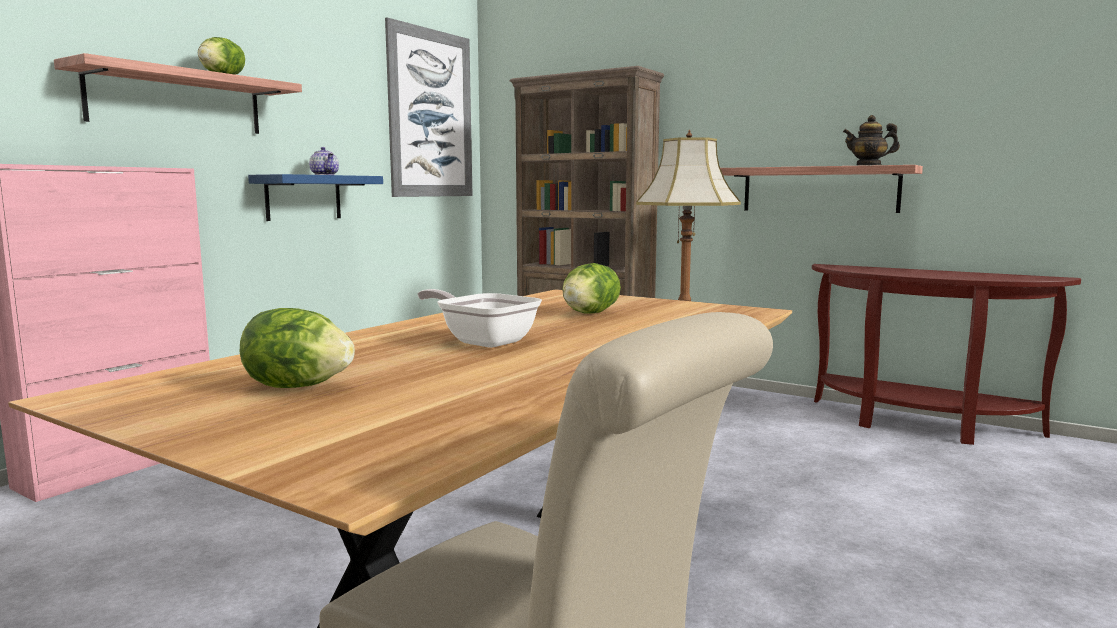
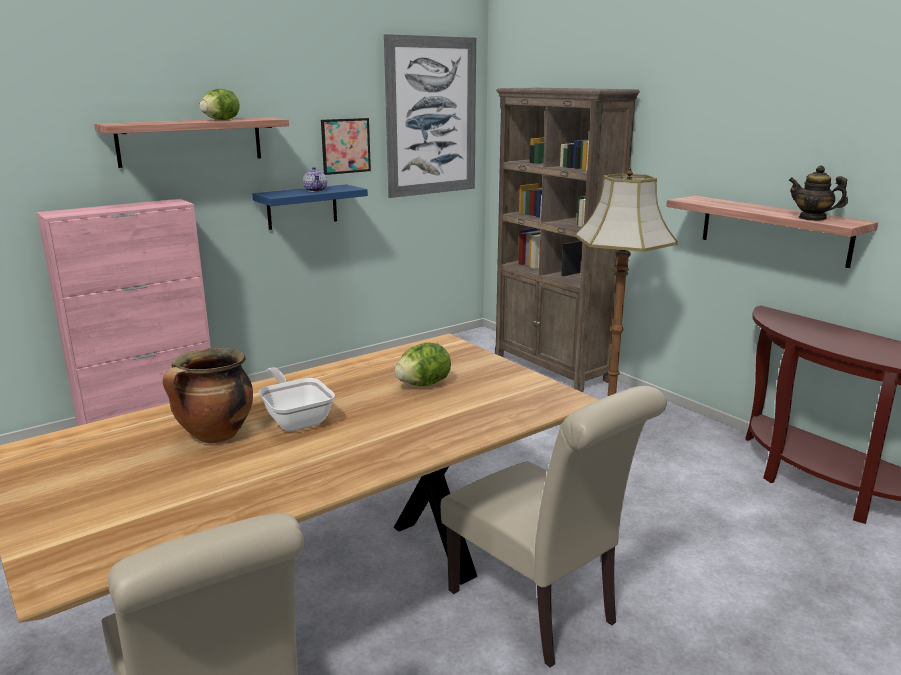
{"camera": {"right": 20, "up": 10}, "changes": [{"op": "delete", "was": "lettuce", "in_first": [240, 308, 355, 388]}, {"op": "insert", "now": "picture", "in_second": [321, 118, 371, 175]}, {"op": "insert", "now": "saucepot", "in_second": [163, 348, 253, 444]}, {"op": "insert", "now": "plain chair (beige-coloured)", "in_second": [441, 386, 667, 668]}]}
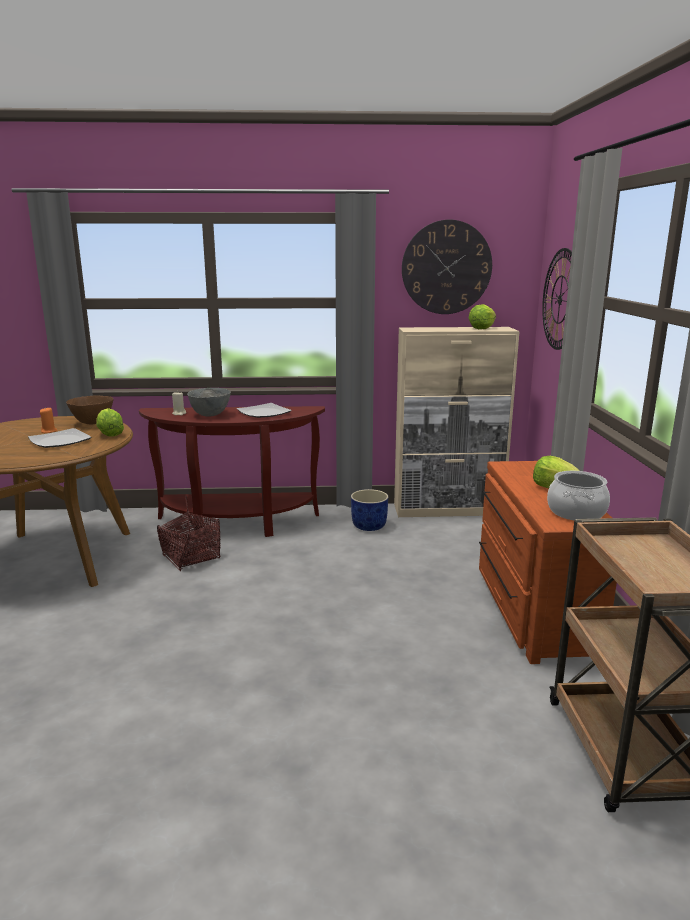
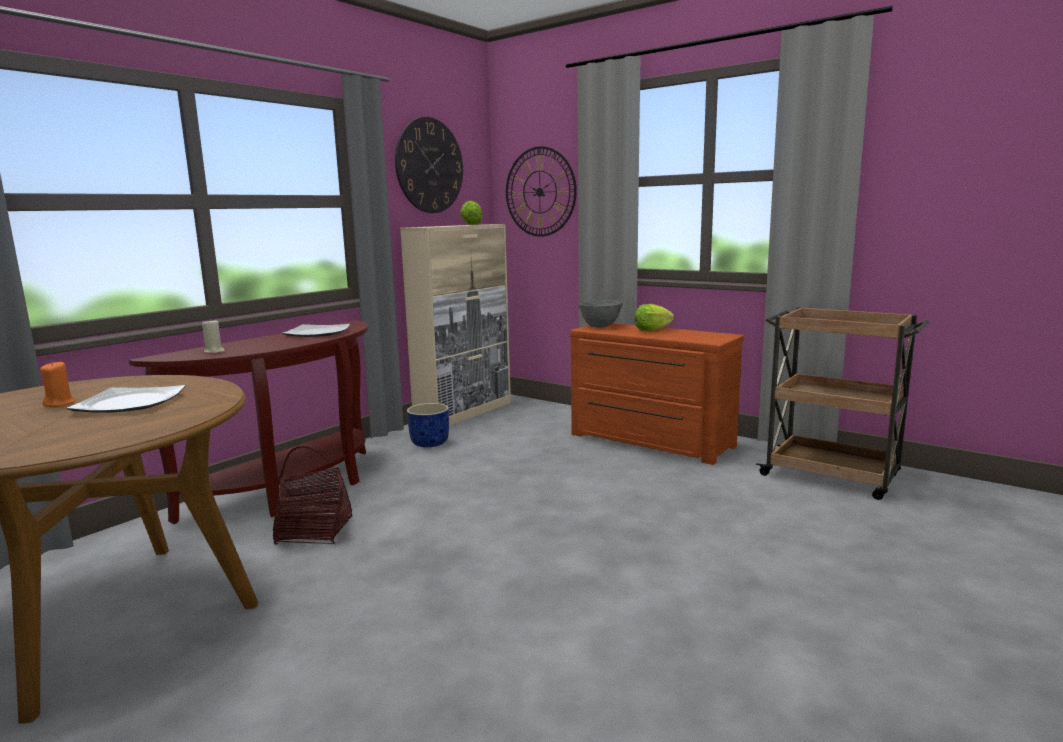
{"camera": {"right": -50, "up": -5}, "changes": [{"op": "move", "was": "deep dish (greyish)", "in_first": [187, 388, 231, 417], "in_second": [578, 300, 623, 328]}, {"op": "delete", "was": "deep dish (brownish)", "in_first": [66, 395, 114, 424]}, {"op": "delete", "was": "lettuce", "in_first": [96, 408, 124, 437]}, {"op": "delete", "was": "saucepot", "in_first": [547, 471, 610, 520]}]}
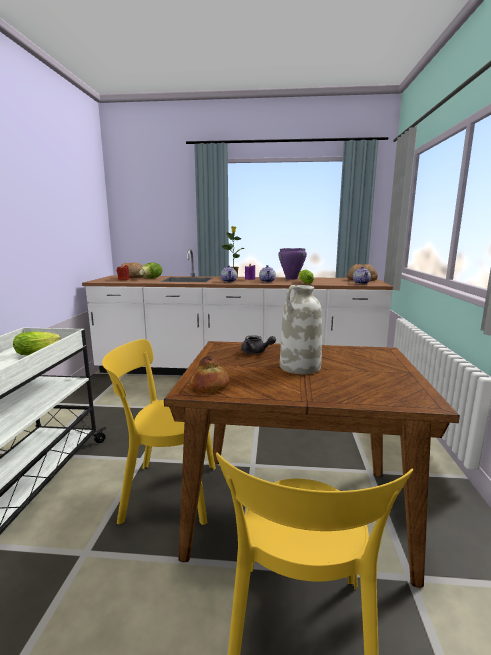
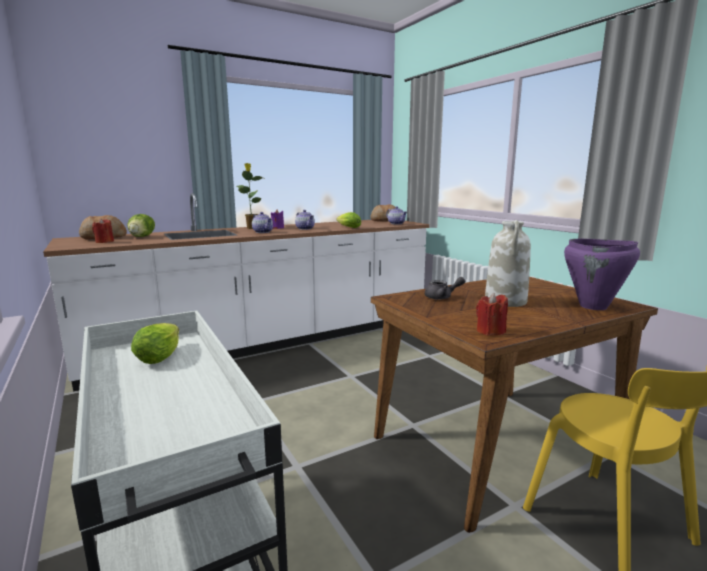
{"camera": {"right": -35, "up": 0}, "changes": [{"op": "move", "was": "saucepot (purplish)", "in_first": [278, 248, 307, 280], "in_second": [564, 239, 640, 310]}, {"op": "delete", "was": "plain chair (yellow)", "in_first": [102, 339, 216, 525]}, {"op": "replace", "was": "baked bread", "now": "candle (red-coloured)", "in_first": [191, 356, 229, 393], "in_second": [476, 292, 508, 336]}]}
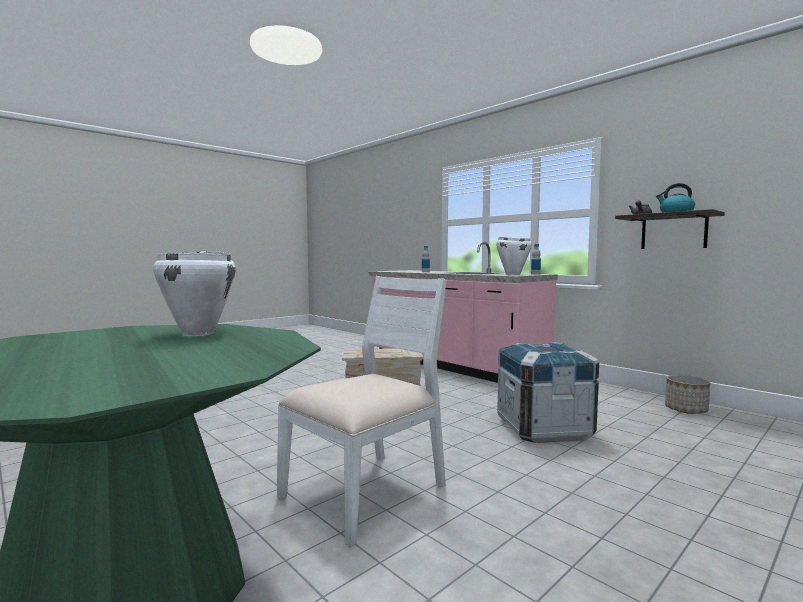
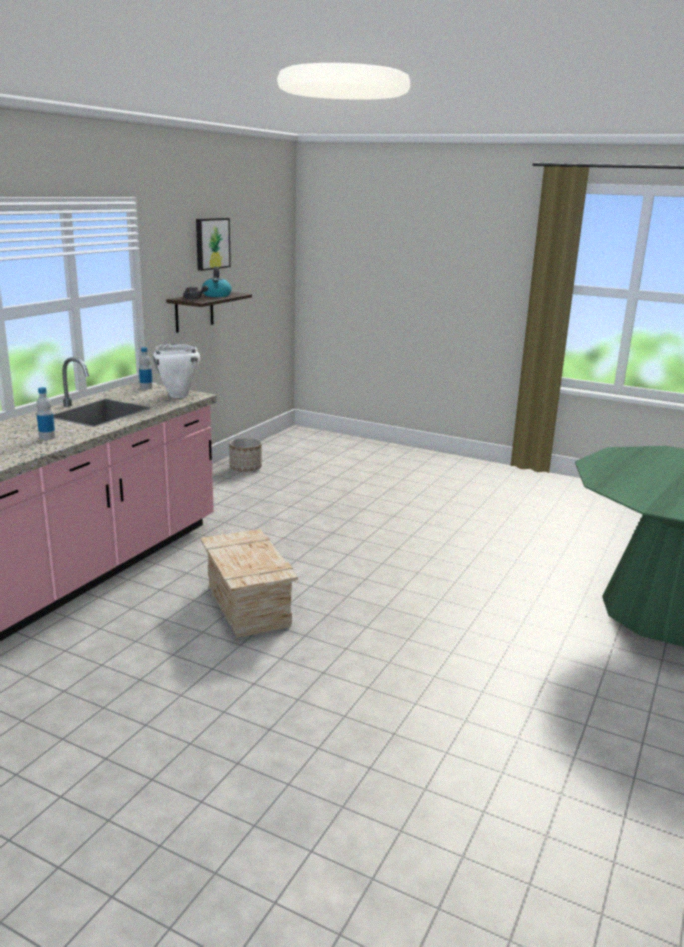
{"camera": {"right": -110, "up": 15}, "changes": [{"op": "delete", "was": "saucepot (whitish)", "in_first": [153, 251, 236, 336]}, {"op": "delete", "was": "plain chair (whitish)", "in_first": [277, 276, 447, 547]}, {"op": "delete", "was": "shipping crate", "in_first": [497, 342, 599, 443]}, {"op": "insert", "now": "picture", "in_second": [196, 218, 231, 271]}]}
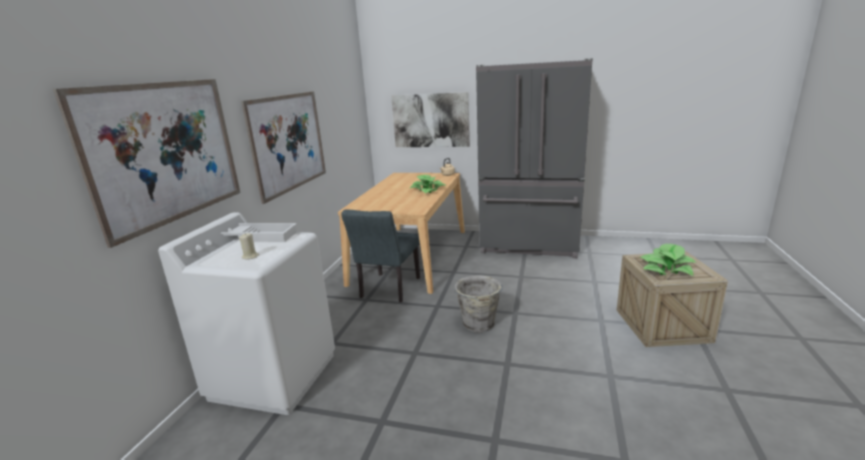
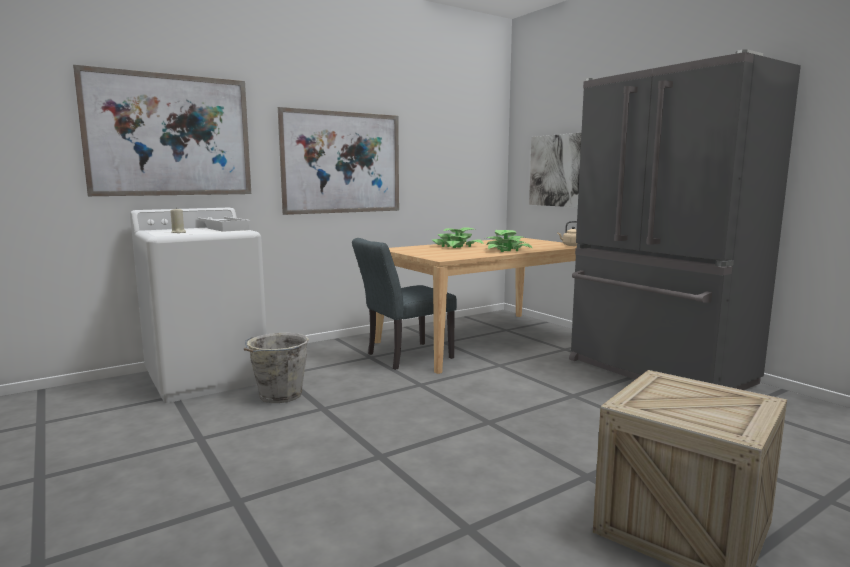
{"camera": {"right": 40, "up": -10}, "changes": [{"op": "move", "was": "plant in a pot", "in_first": [641, 244, 697, 276], "in_second": [432, 227, 484, 248]}, {"op": "move", "was": "pail (greyish)", "in_first": [454, 275, 504, 333], "in_second": [244, 333, 309, 403]}]}
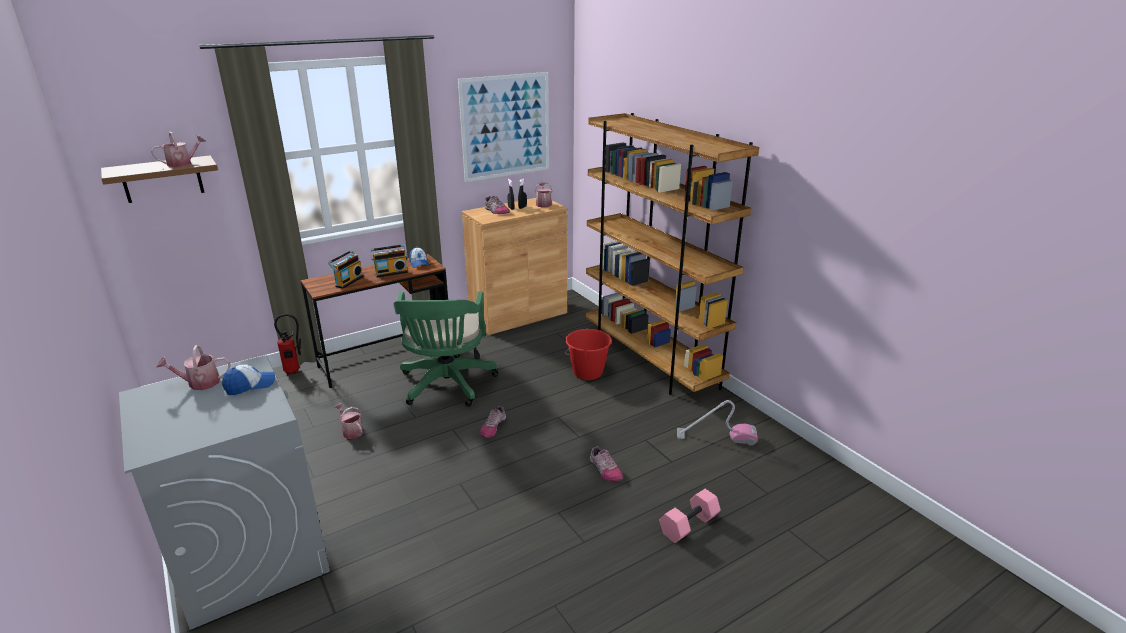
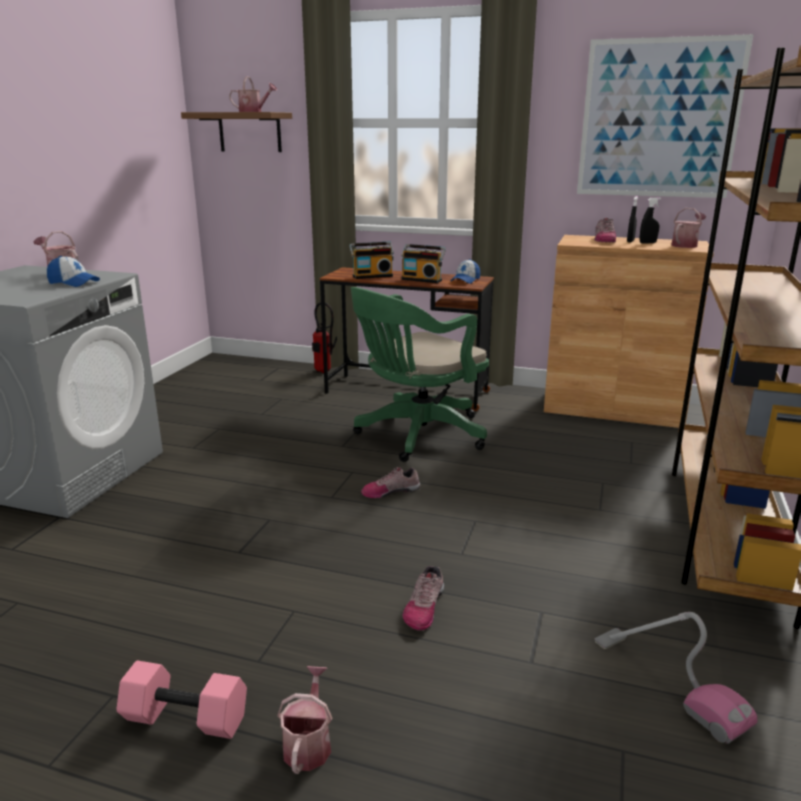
{"camera": {"right": 50, "up": -5}, "changes": [{"op": "delete", "was": "pail (red-coloured)", "in_first": [565, 329, 612, 380]}, {"op": "move", "was": "watering can", "in_first": [334, 403, 364, 439], "in_second": [277, 666, 332, 774]}, {"op": "move", "was": "hand weight (pink)", "in_first": [659, 489, 721, 543], "in_second": [116, 661, 247, 739]}]}
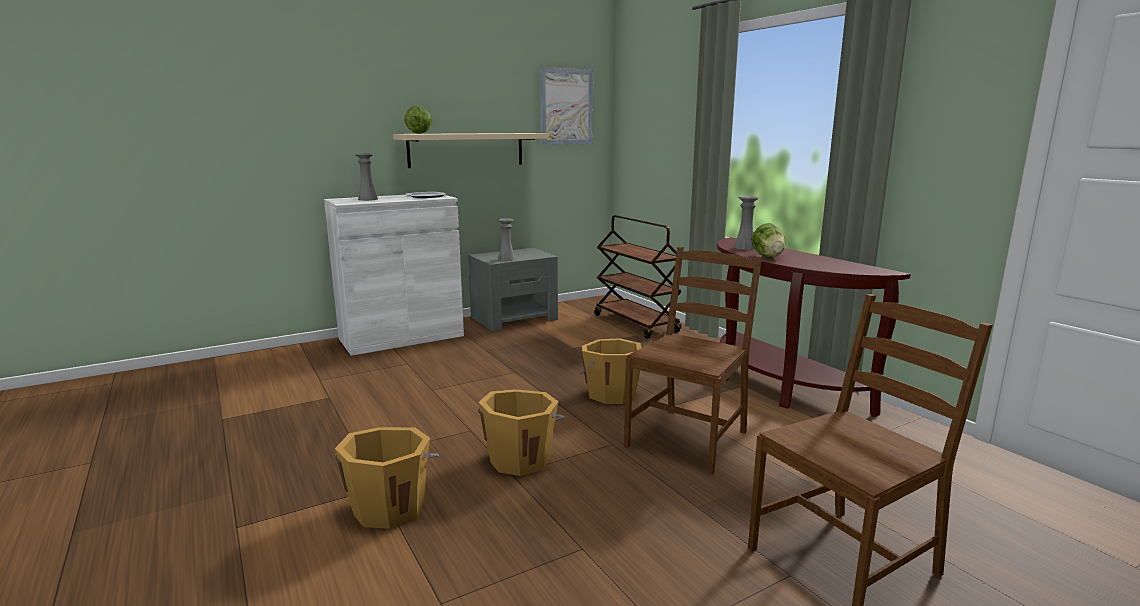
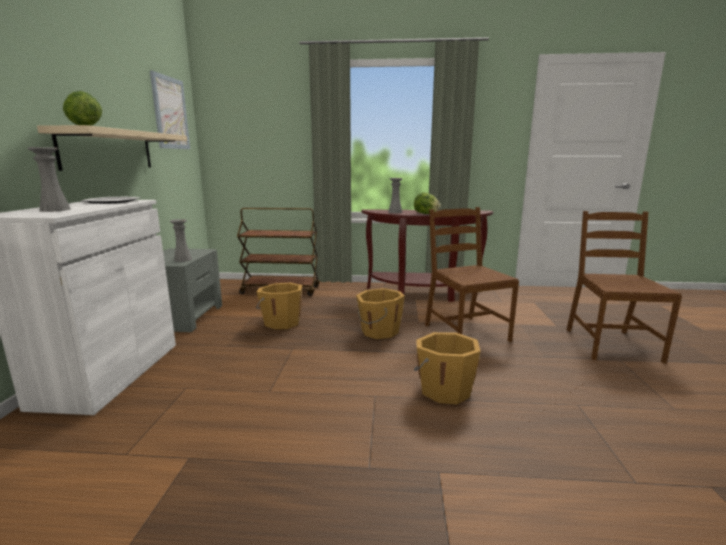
{"camera": {"right": -55, "up": 0}, "changes": [{"op": "move", "was": "pail (orange-coloured)", "in_first": [335, 427, 439, 529], "in_second": [256, 283, 302, 330]}]}
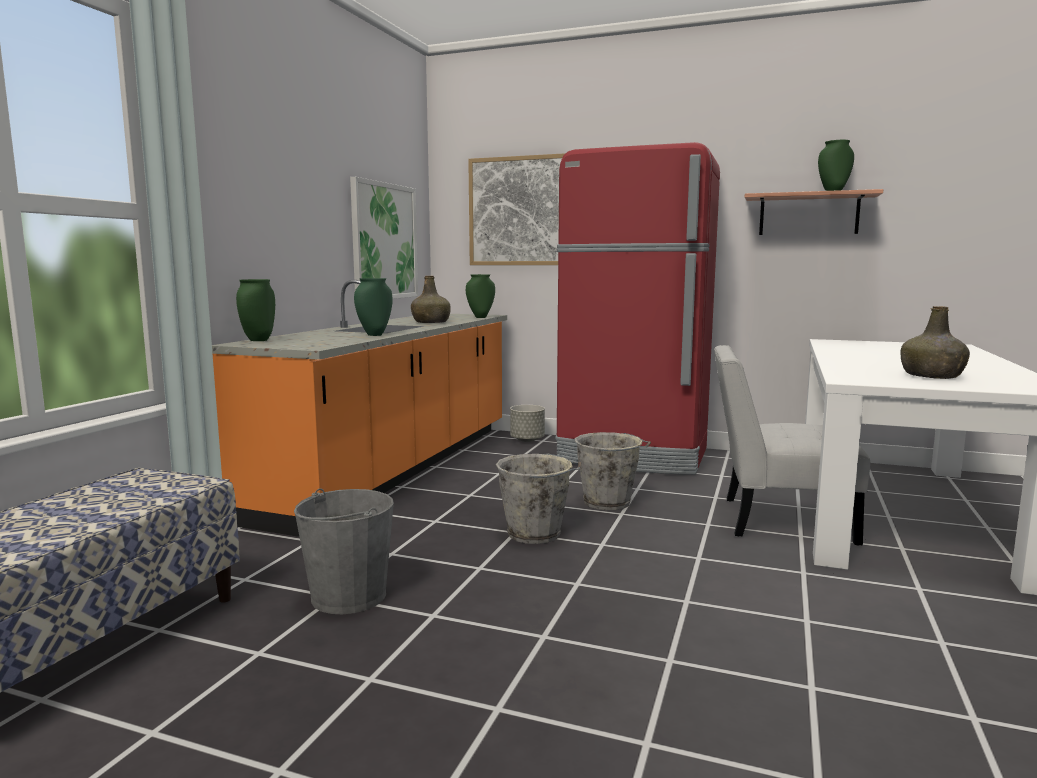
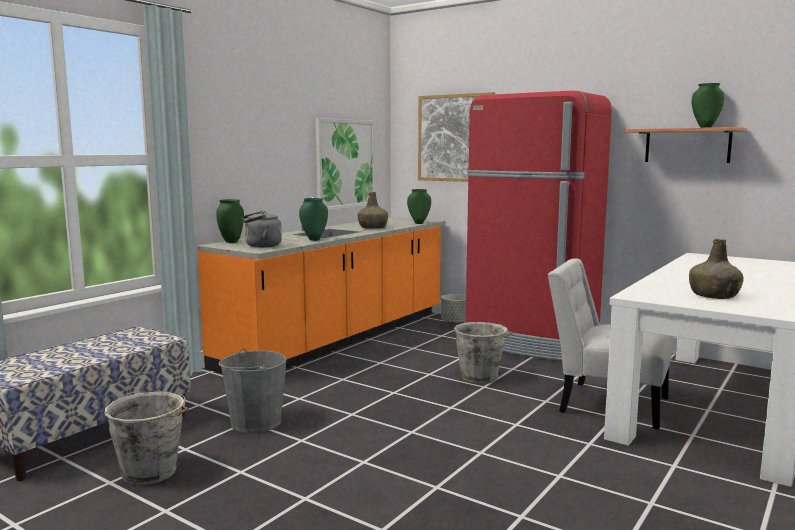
{"camera": {"right": 15, "up": 0}, "changes": [{"op": "move", "was": "pail (greyish)", "in_first": [496, 453, 581, 544], "in_second": [104, 392, 188, 485]}, {"op": "insert", "now": "tea kettle (greyish)", "in_second": [241, 211, 282, 247]}]}
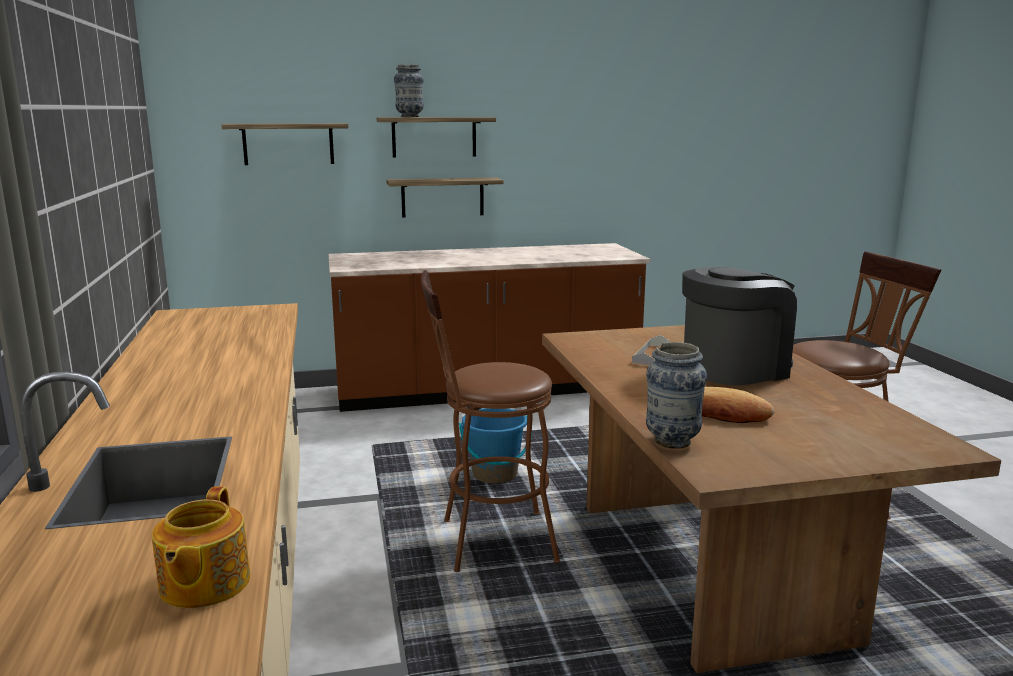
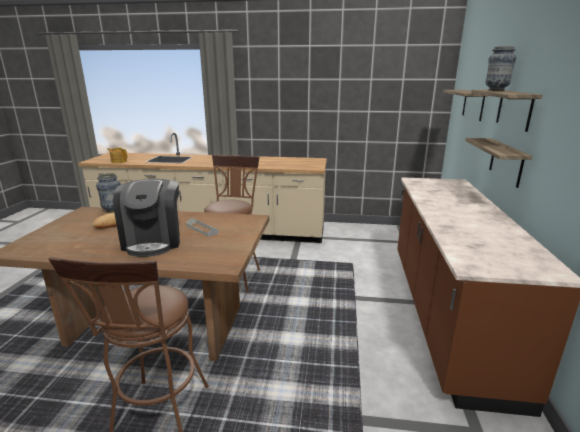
{"camera": {"right": 110, "up": 5}, "changes": [{"op": "delete", "was": "pail (blue)", "in_first": [459, 408, 532, 483]}]}
